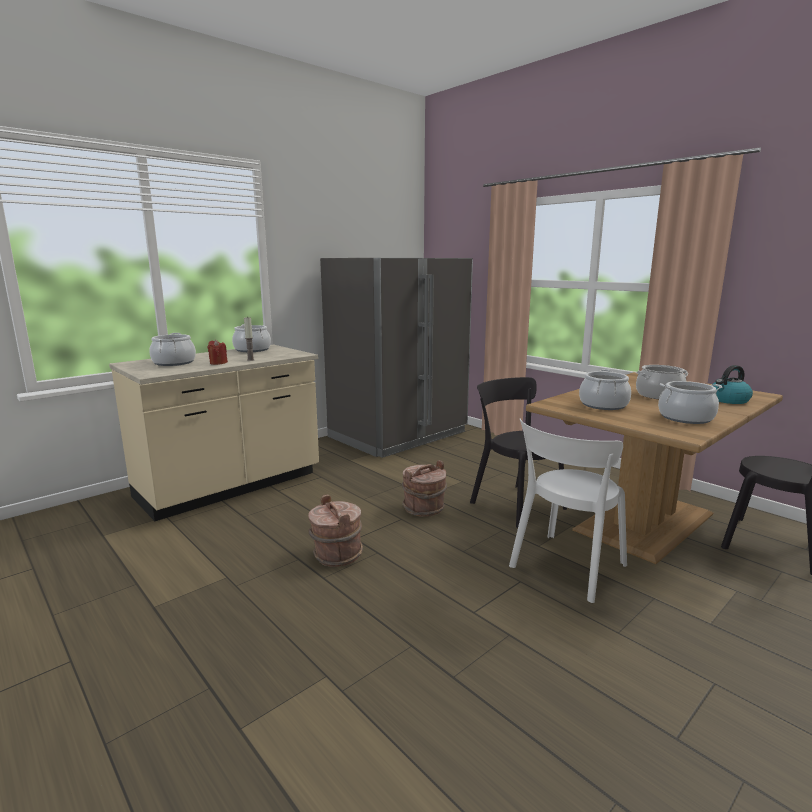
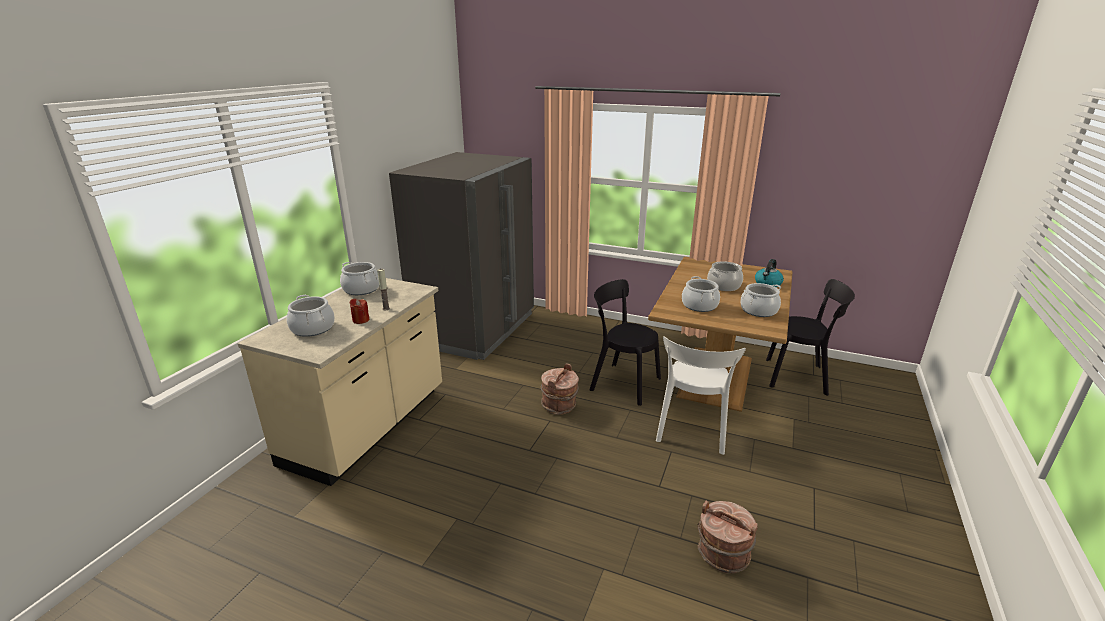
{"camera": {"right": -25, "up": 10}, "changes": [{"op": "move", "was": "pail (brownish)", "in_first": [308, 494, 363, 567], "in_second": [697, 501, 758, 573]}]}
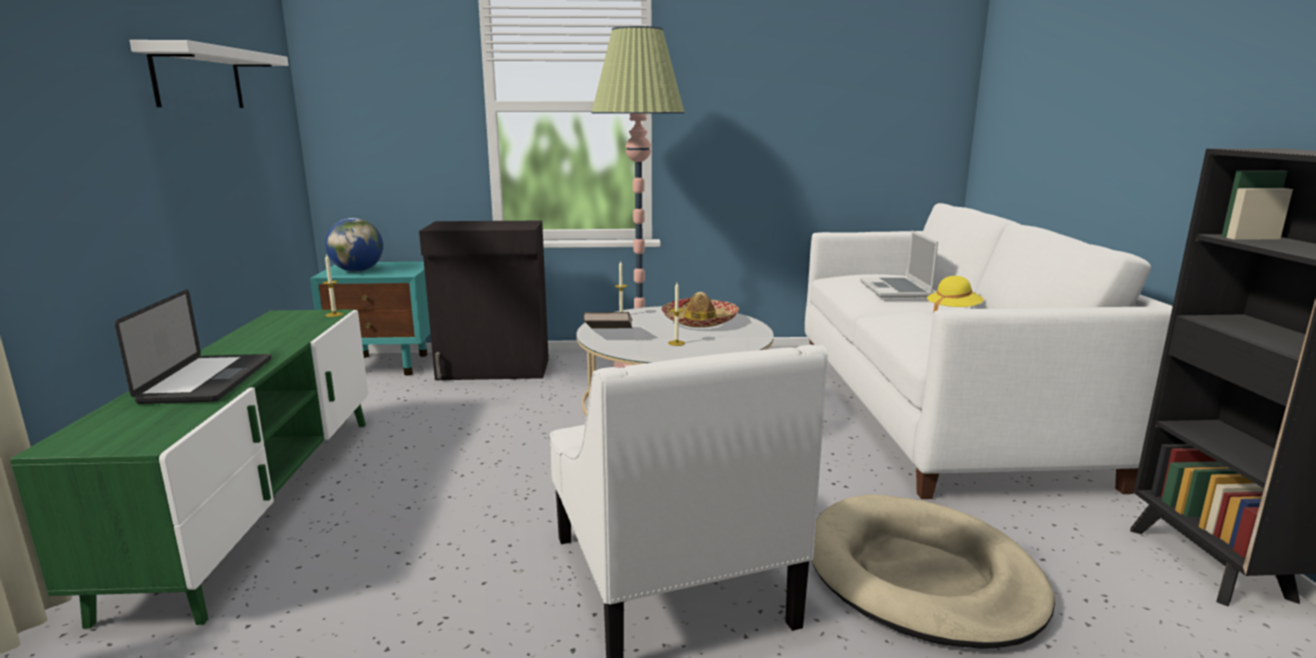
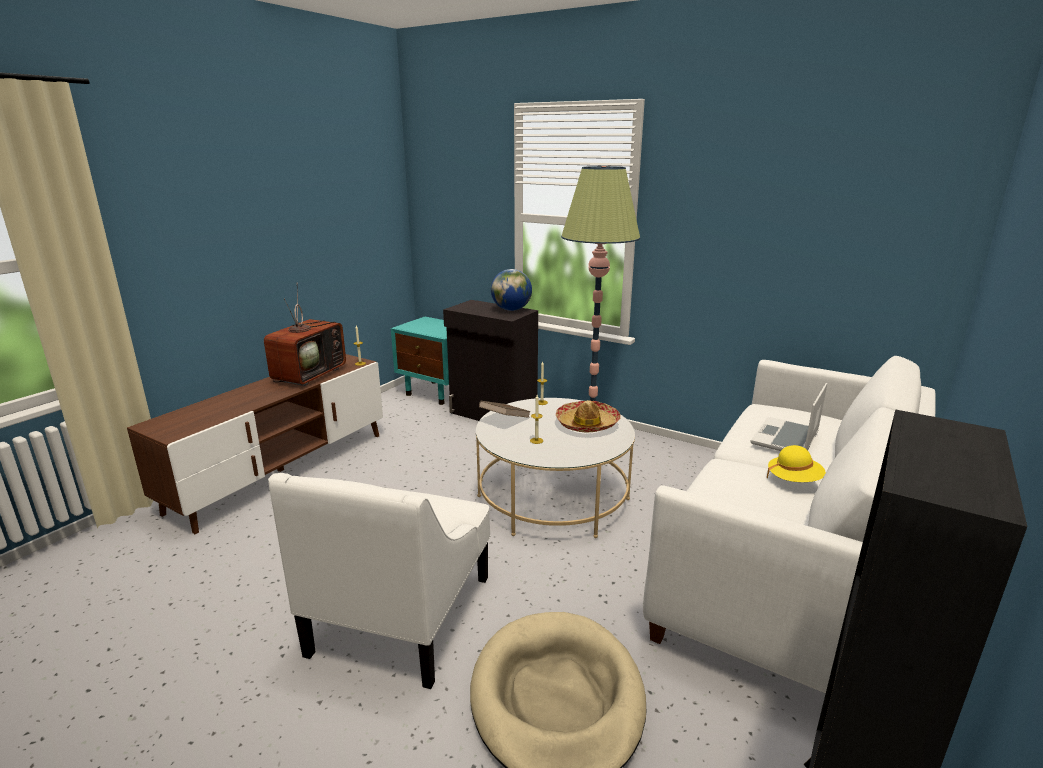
{"camera": {"right": 35, "up": 5}, "changes": [{"op": "delete", "was": "wall shelf (whitish)", "in_first": [130, 40, 289, 108]}, {"op": "move", "was": "desk globe", "in_first": [325, 218, 383, 272], "in_second": [491, 269, 532, 311]}, {"op": "delete", "was": "notebook computer", "in_first": [114, 289, 271, 404]}, {"op": "recolor", "was": "tv unit (green-coloured)", "now": "tv unit (brownish)", "in_first": [10, 309, 368, 629], "in_second": [127, 354, 383, 534]}, {"op": "insert", "now": "TV", "in_second": [264, 283, 346, 386]}]}
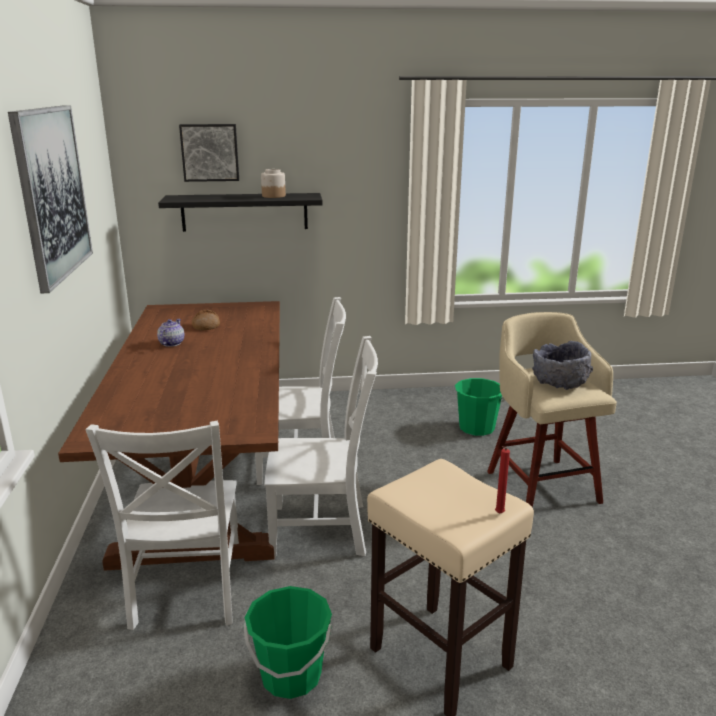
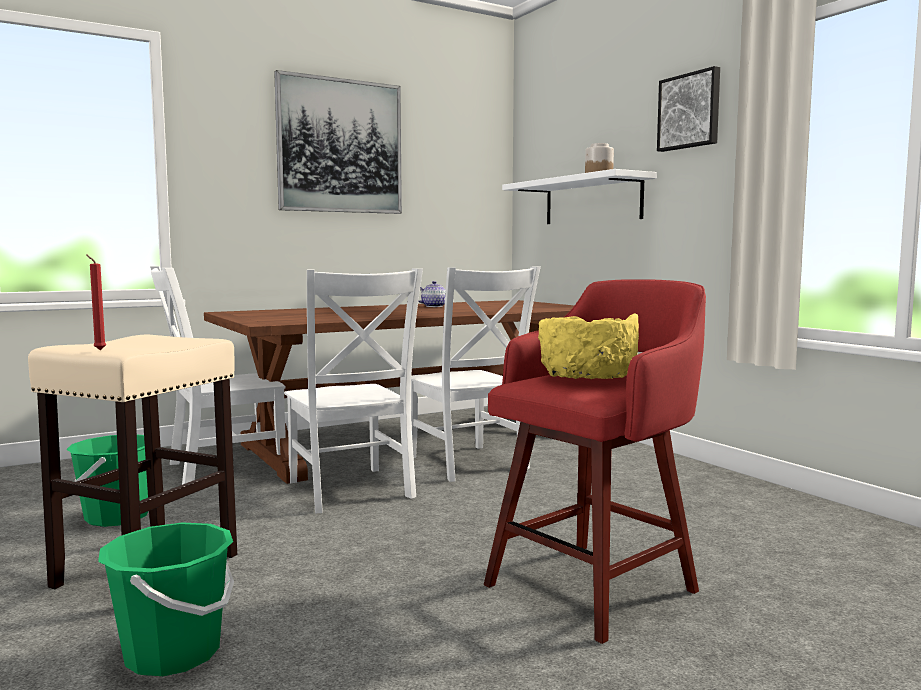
{"camera": {"right": 65, "up": -15}, "changes": [{"op": "move", "was": "picture", "in_first": [179, 124, 239, 182], "in_second": [657, 66, 720, 152]}, {"op": "recolor", "was": "wall shelf (black)", "now": "wall shelf (whitish)", "in_first": [158, 193, 323, 232], "in_second": [502, 169, 657, 224]}, {"op": "delete", "was": "baked bread", "in_first": [192, 310, 220, 330]}, {"op": "recolor", "was": "stool (beige-coloured)", "now": "stool (red-coloured)", "in_first": [487, 312, 617, 508], "in_second": [484, 279, 706, 644]}, {"op": "recolor", "was": "deep dish (greyish)", "now": "deep dish (yellow)", "in_first": [532, 341, 593, 390], "in_second": [538, 313, 639, 379]}, {"op": "move", "was": "pail (green-coloured)", "in_first": [455, 378, 505, 436], "in_second": [98, 522, 234, 676]}]}
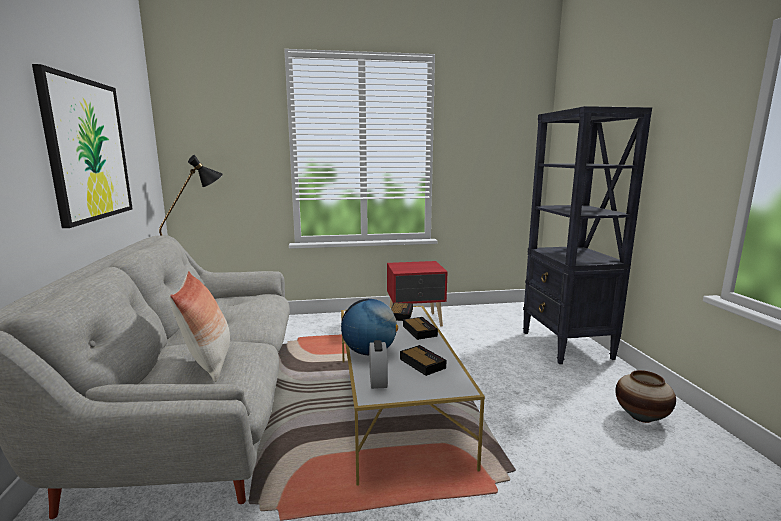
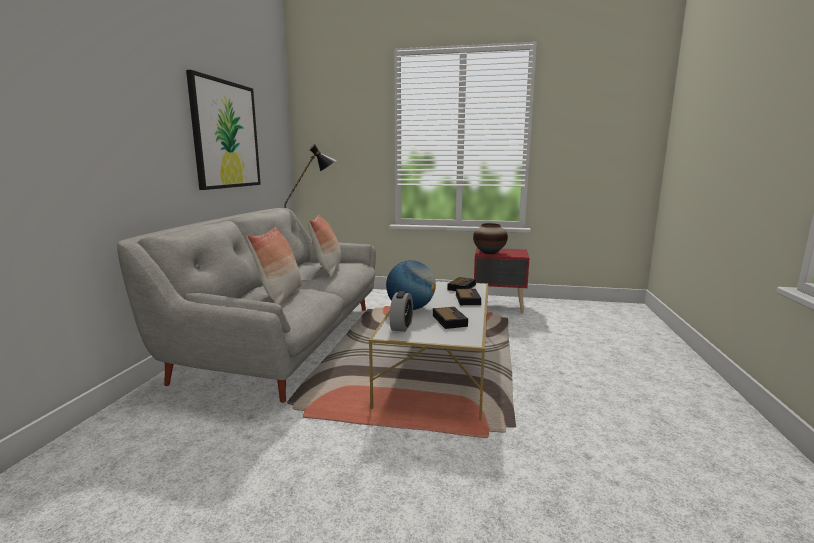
{"camera": {"right": 20, "up": 0}, "changes": [{"op": "delete", "was": "shelving unit (black)", "in_first": [523, 106, 652, 364]}, {"op": "move", "was": "decorative vase", "in_first": [615, 370, 676, 423], "in_second": [473, 223, 508, 254]}, {"op": "insert", "now": "cushion", "in_second": [308, 214, 341, 277]}]}
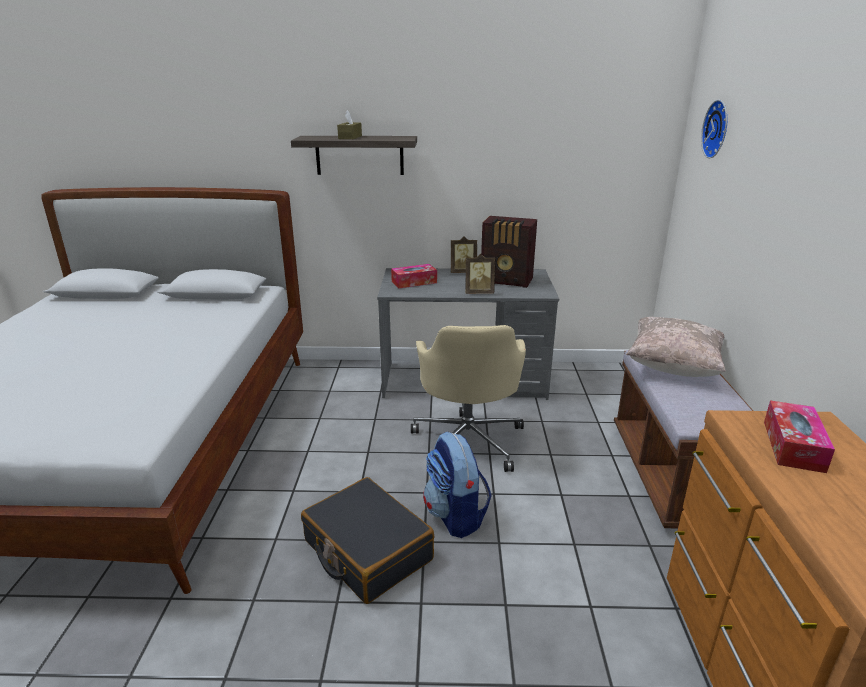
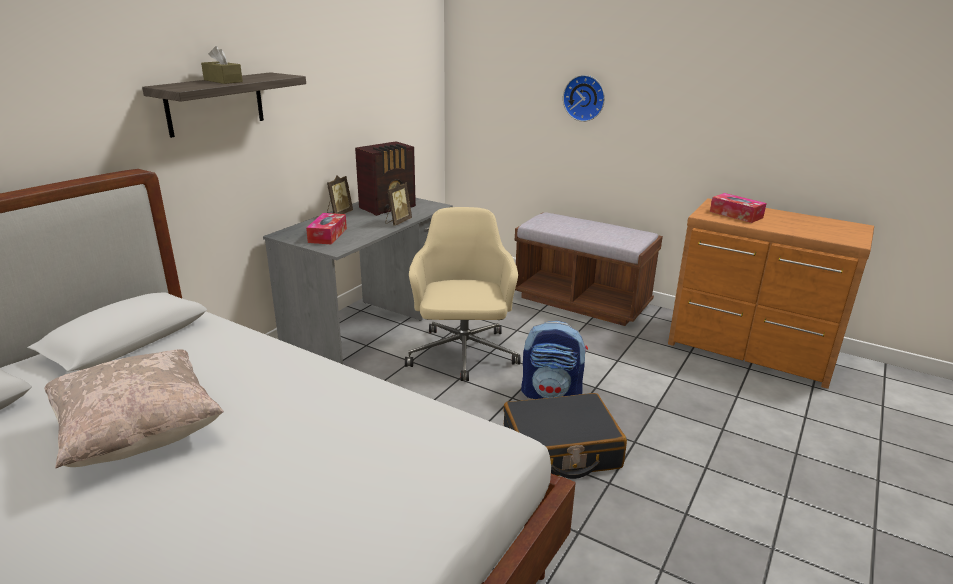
{"camera": {"right": -60, "up": 0}, "changes": [{"op": "move", "was": "clock on the wall", "in_first": [701, 100, 727, 158], "in_second": [563, 75, 605, 122]}, {"op": "move", "was": "cushion (beige-coloured)", "in_first": [626, 317, 726, 377], "in_second": [44, 349, 224, 468]}, {"op": "rotate", "was": "computer chair (beige-coloured)", "in_first": [411, 325, 526, 472], "in_second": [405, 207, 520, 381], "clockwise": -120}]}
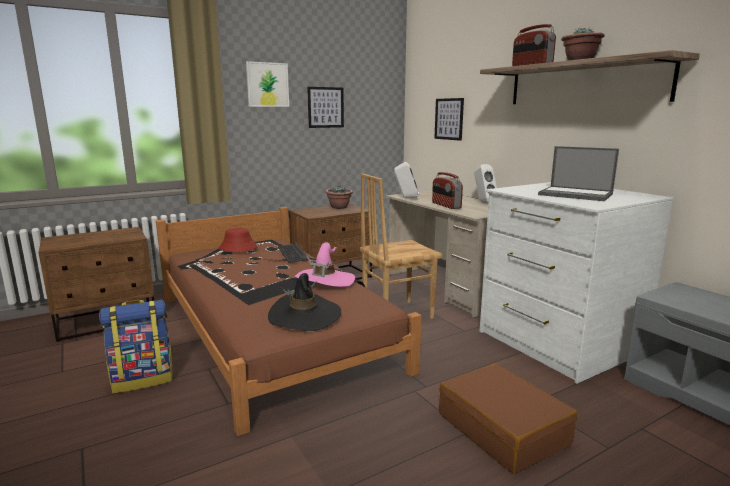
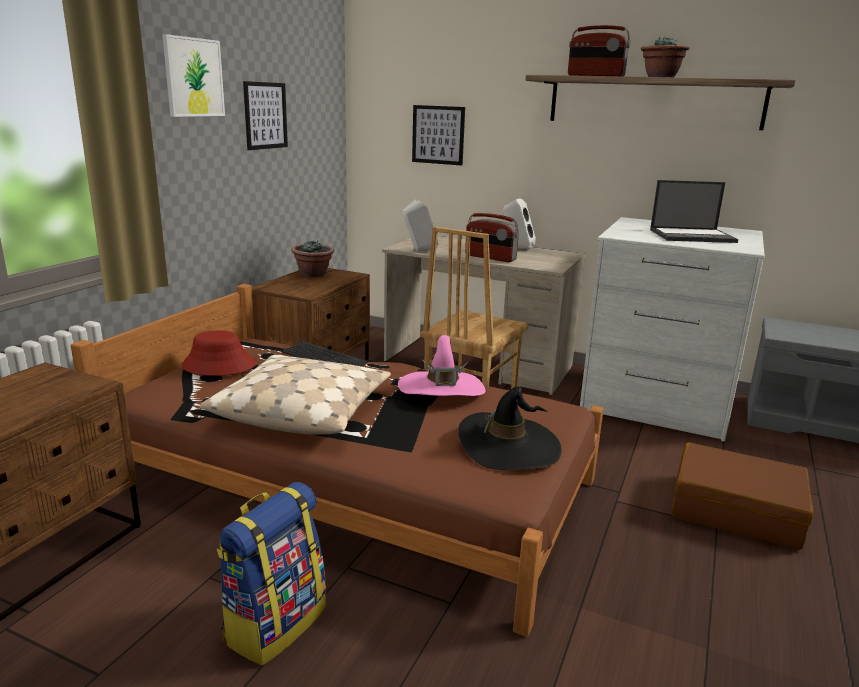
{"camera": {"right": -35, "up": 5}, "changes": [{"op": "insert", "now": "cushion (beige-coloured)", "in_second": [199, 354, 391, 435]}]}
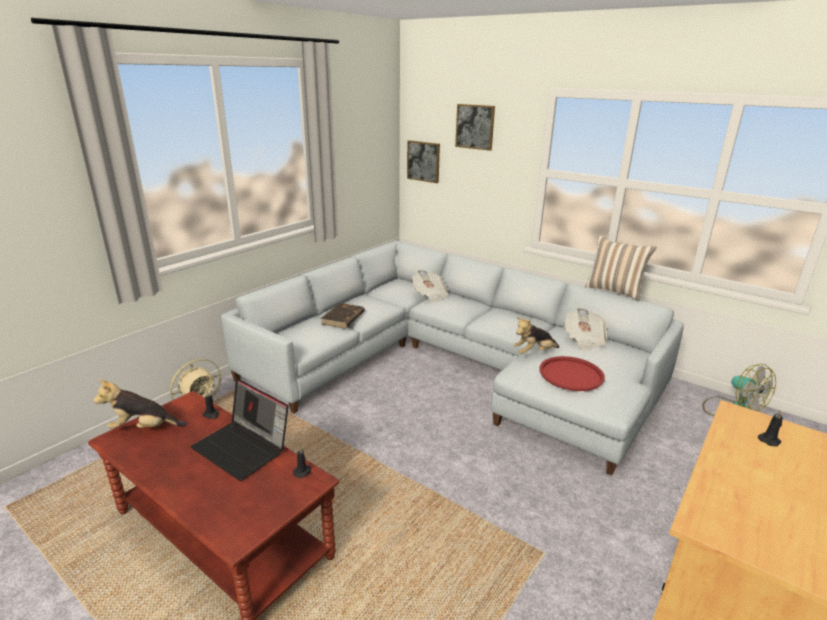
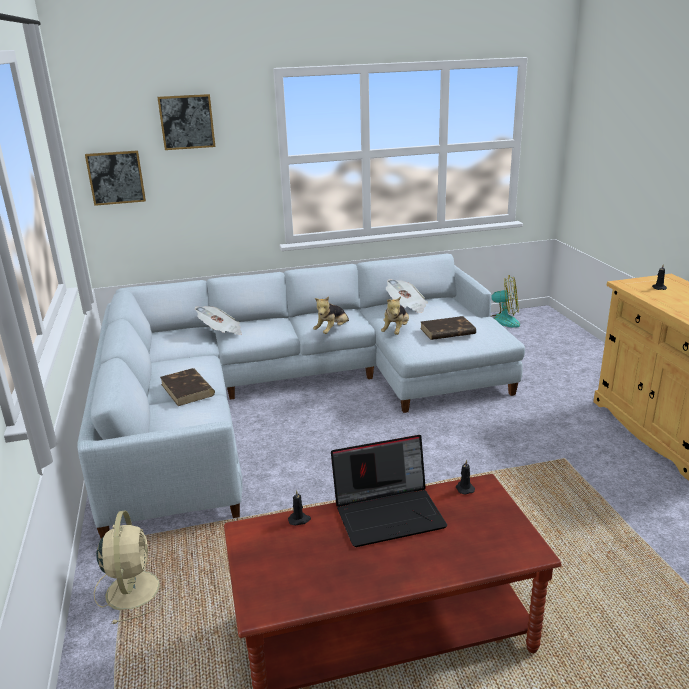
{"camera": {"right": -50, "up": 0}, "changes": [{"op": "delete", "was": "cushion", "in_first": [585, 235, 657, 301]}, {"op": "replace", "was": "carrying tray (red-coloured)", "now": "bound book (brownish)", "in_first": [539, 356, 605, 391], "in_second": [420, 316, 476, 340]}, {"op": "move", "was": "cuddly toy", "in_first": [93, 379, 187, 429], "in_second": [313, 296, 349, 334]}]}
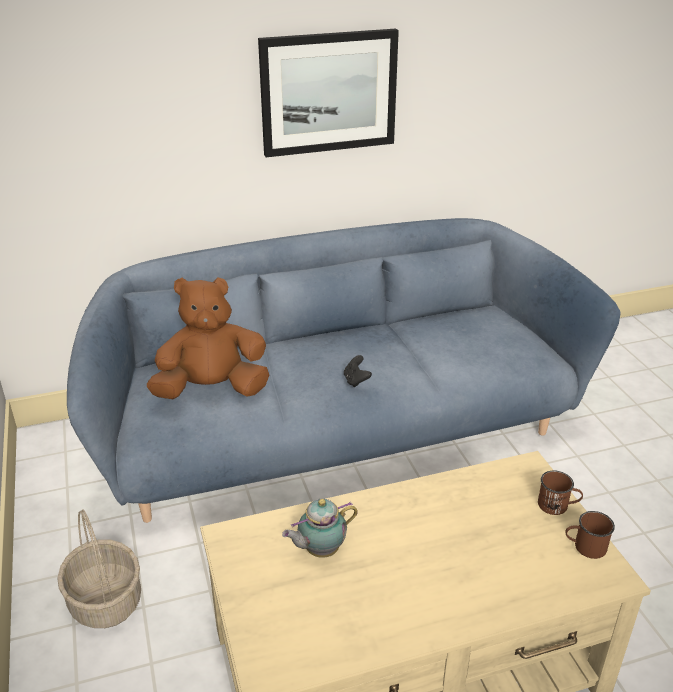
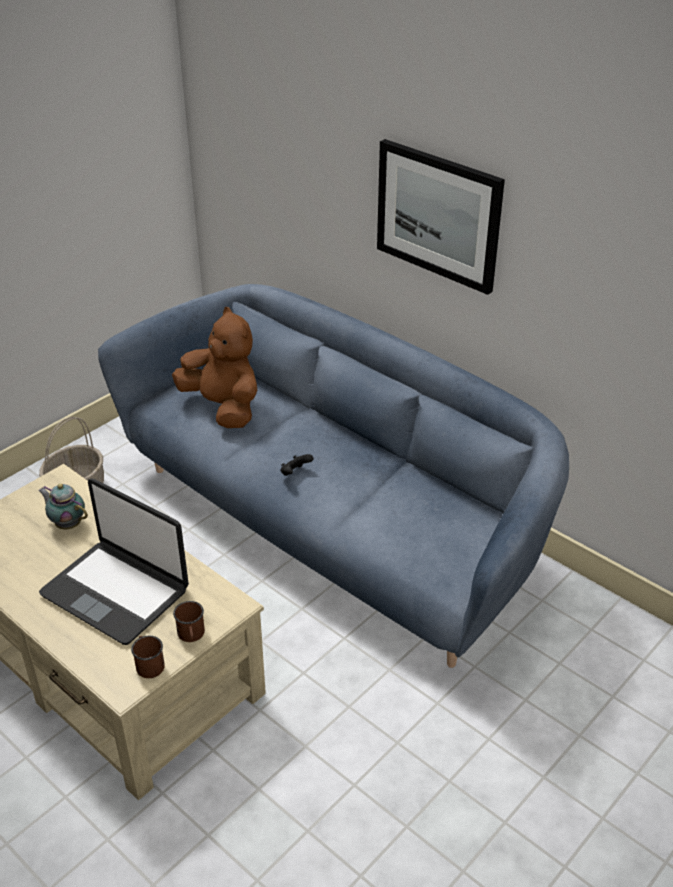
{"camera": {"right": 60, "up": 5}, "changes": [{"op": "insert", "now": "notebook computer", "in_second": [39, 479, 189, 645]}]}
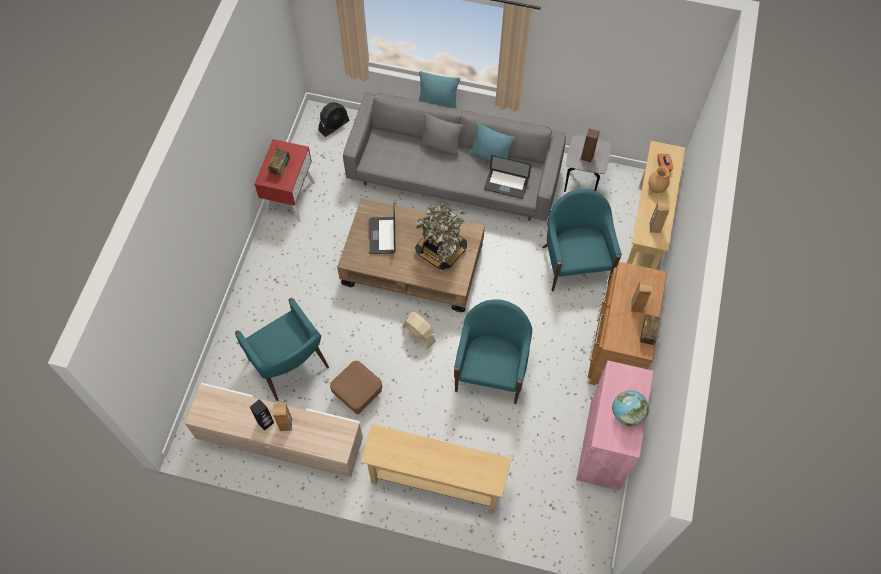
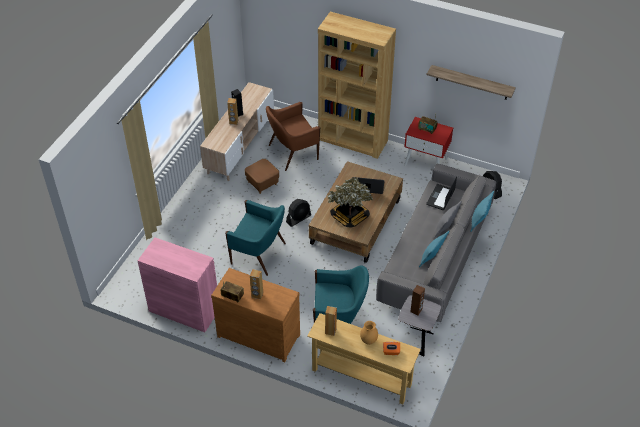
{"camera": {"right": 100, "up": -15}, "changes": [{"op": "move", "was": "notebook computer", "in_first": [484, 155, 531, 199], "in_second": [426, 177, 457, 210]}, {"op": "recolor", "was": "lounge chair (blue-green)", "now": "lounge chair (brownish)", "in_first": [235, 298, 329, 401], "in_second": [266, 102, 320, 171]}, {"op": "recolor", "was": "fan (beige-coloured)", "now": "fan (black)", "in_first": [402, 312, 436, 349], "in_second": [286, 199, 311, 227]}, {"op": "delete", "was": "desk globe", "in_first": [612, 390, 649, 426]}, {"op": "delete", "was": "hall table (beige-coloured)", "in_first": [361, 424, 511, 514]}, {"op": "insert", "now": "shelving unit (brownish)", "in_second": [318, 12, 396, 159]}, {"op": "insert", "now": "wall shelf", "in_second": [426, 65, 516, 100]}]}
